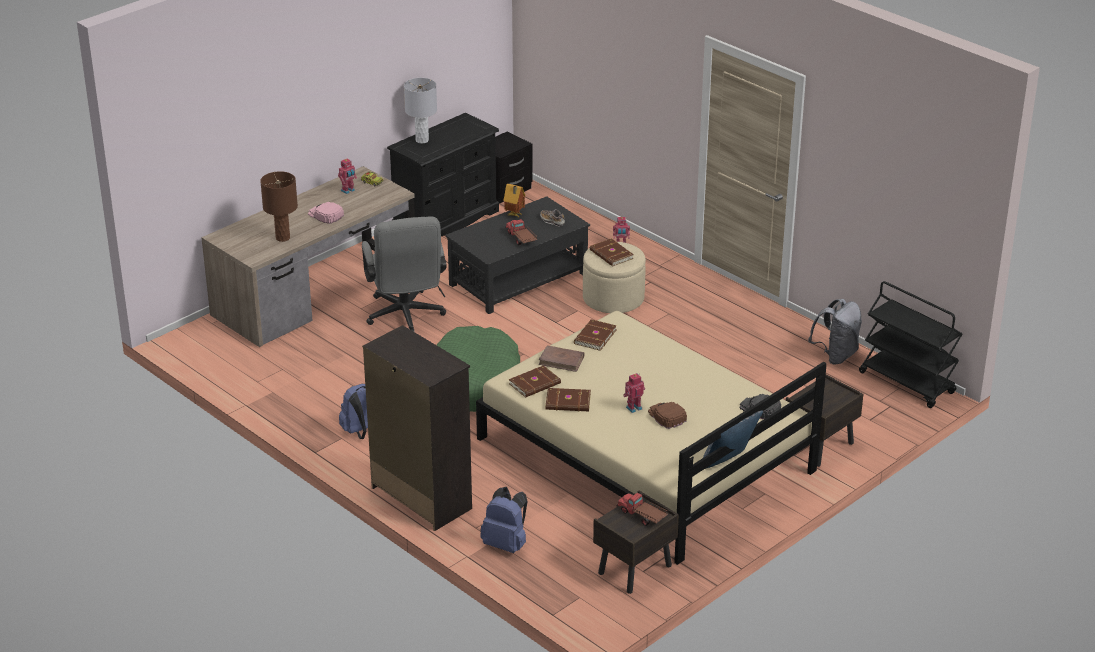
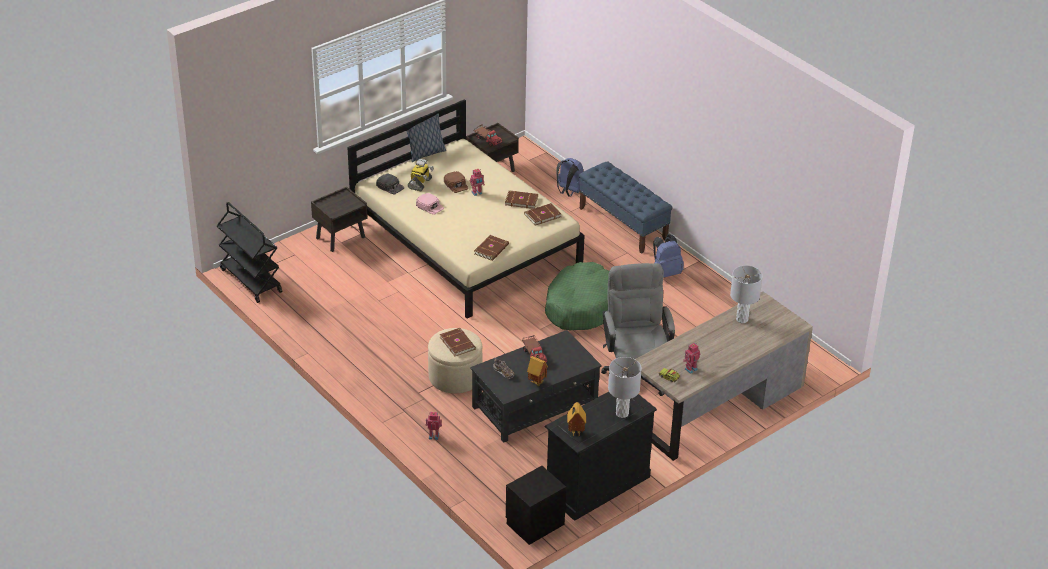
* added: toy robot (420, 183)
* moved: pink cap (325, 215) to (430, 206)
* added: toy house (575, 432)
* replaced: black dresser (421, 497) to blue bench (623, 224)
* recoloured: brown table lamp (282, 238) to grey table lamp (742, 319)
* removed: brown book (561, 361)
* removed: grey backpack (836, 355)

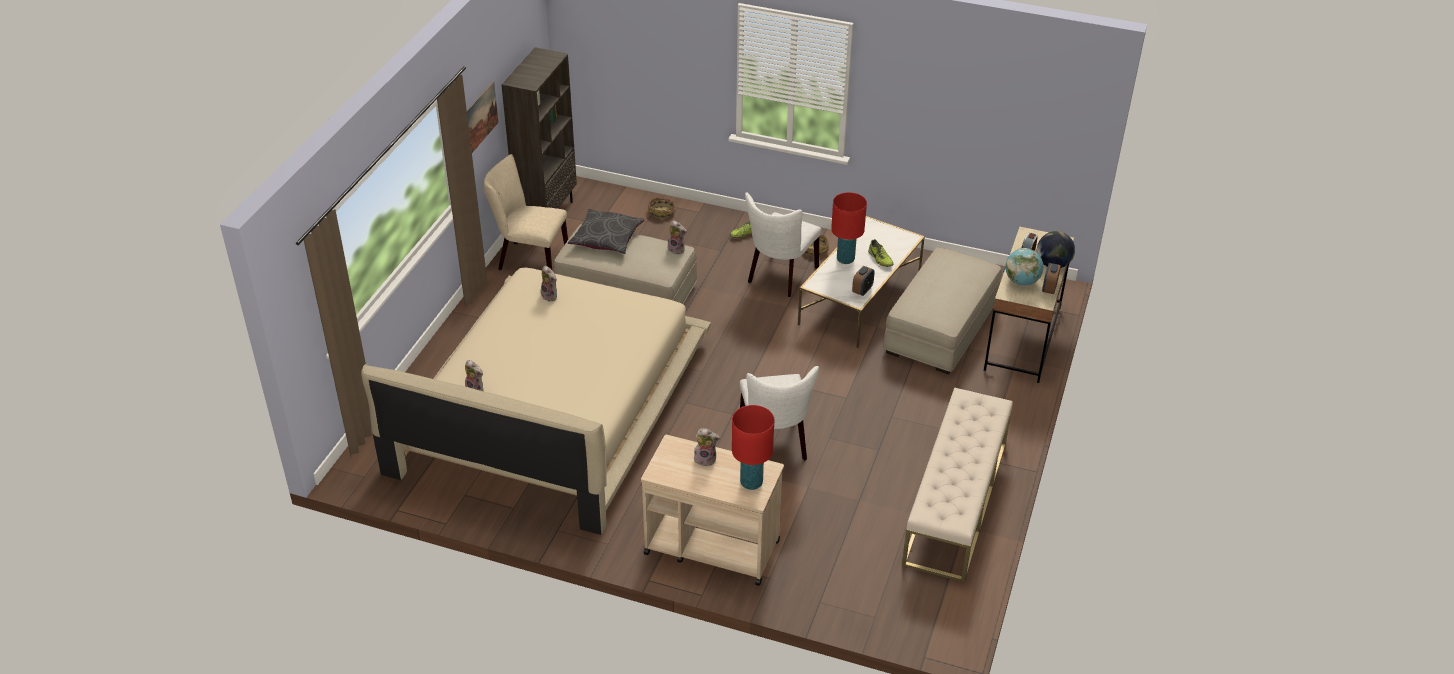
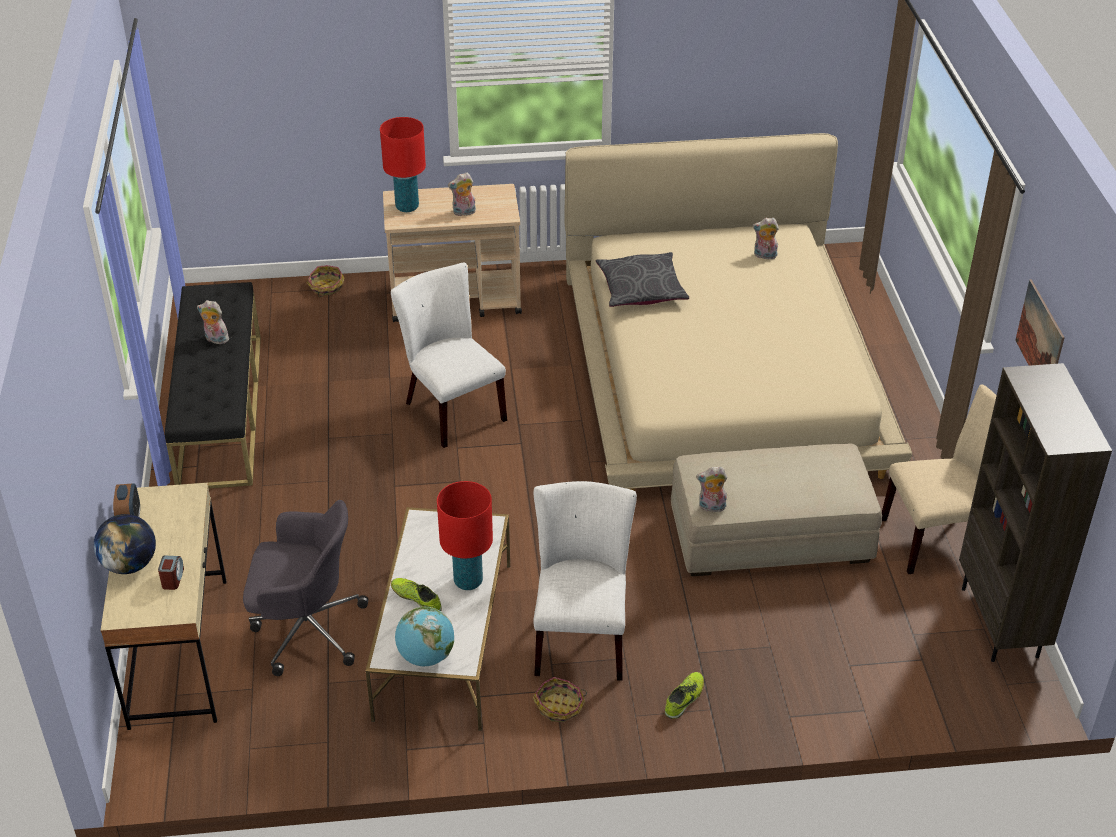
* recoloured: beige bench (955, 503) to black bench (220, 409)
* moved: plush toy (550, 296) to (215, 340)
* replaced: beige ottoman (940, 328) to grey office chair (306, 629)
* moved: basket (662, 212) to (326, 287)
* moved: globe (1021, 281) to (426, 657)
* moved: grey pillow (606, 238) to (641, 289)
* removed: alarm clock (862, 290)

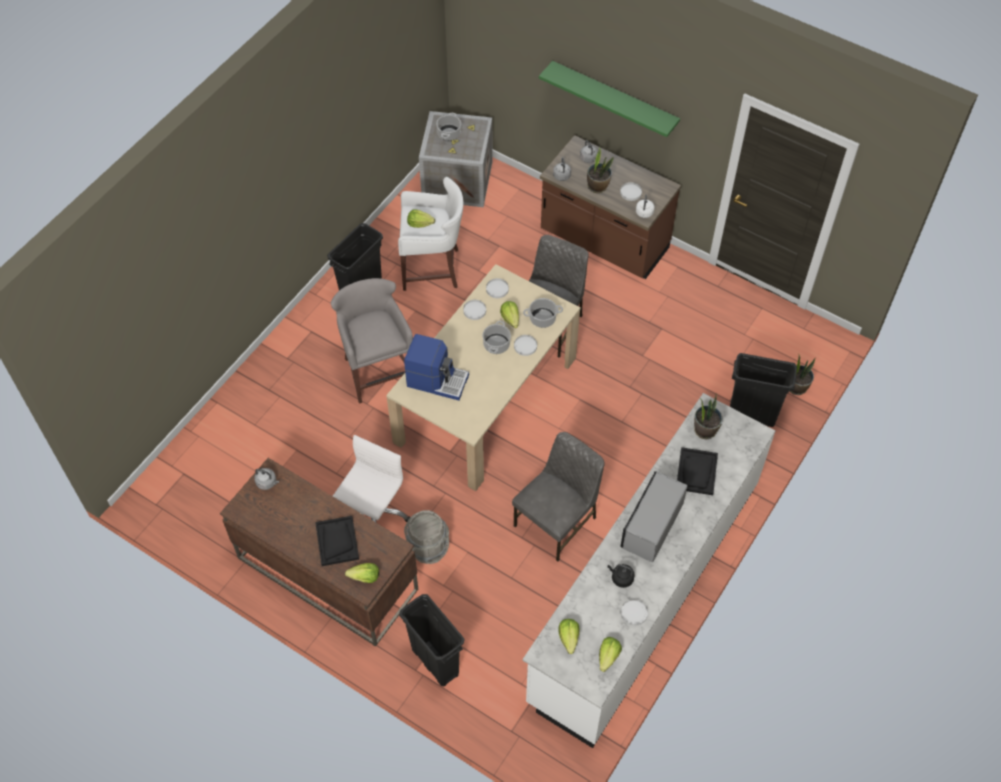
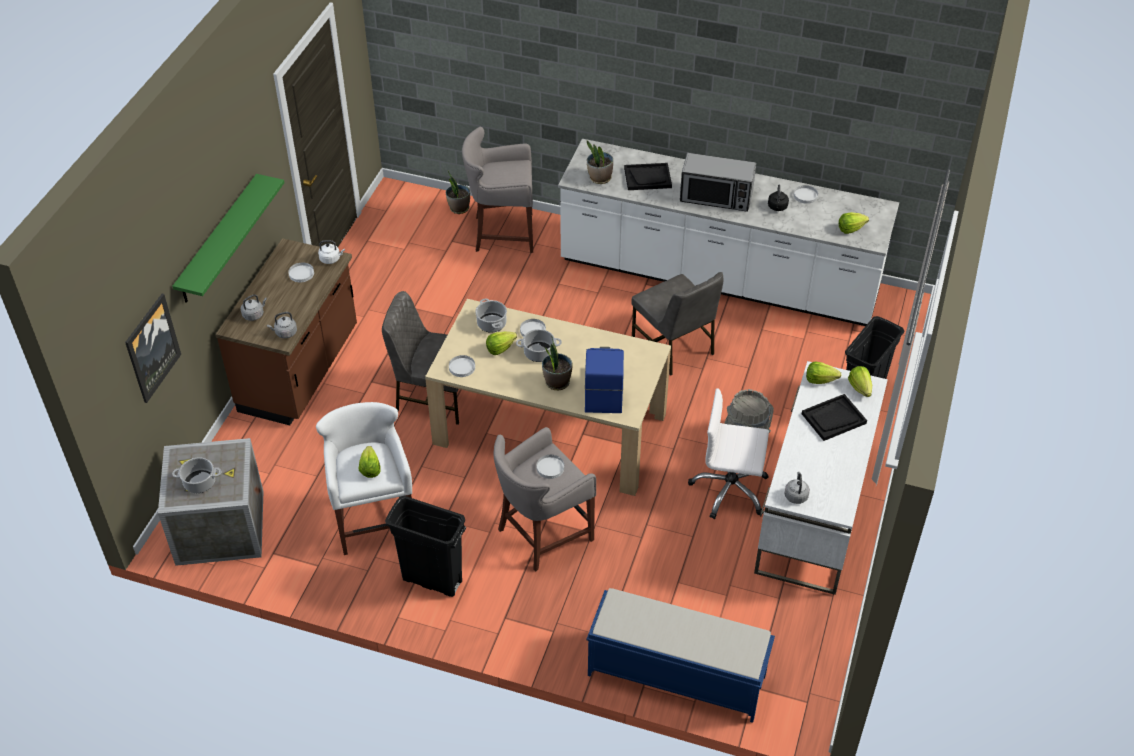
* added: picture (151, 348)
* replaced: black trash can (752, 415) to grey stool (502, 233)
* moved: white plate (475, 310) to (550, 467)
* moved: potted plant (598, 186) to (557, 382)
* added: blue bench (675, 674)
* turned: grey chair (557, 522) = (674, 346) 150 degrees counterclockwise
* recoloured: brown desk (327, 573) to white desk (813, 511)
* moved: lettuce (608, 656) to (820, 380)

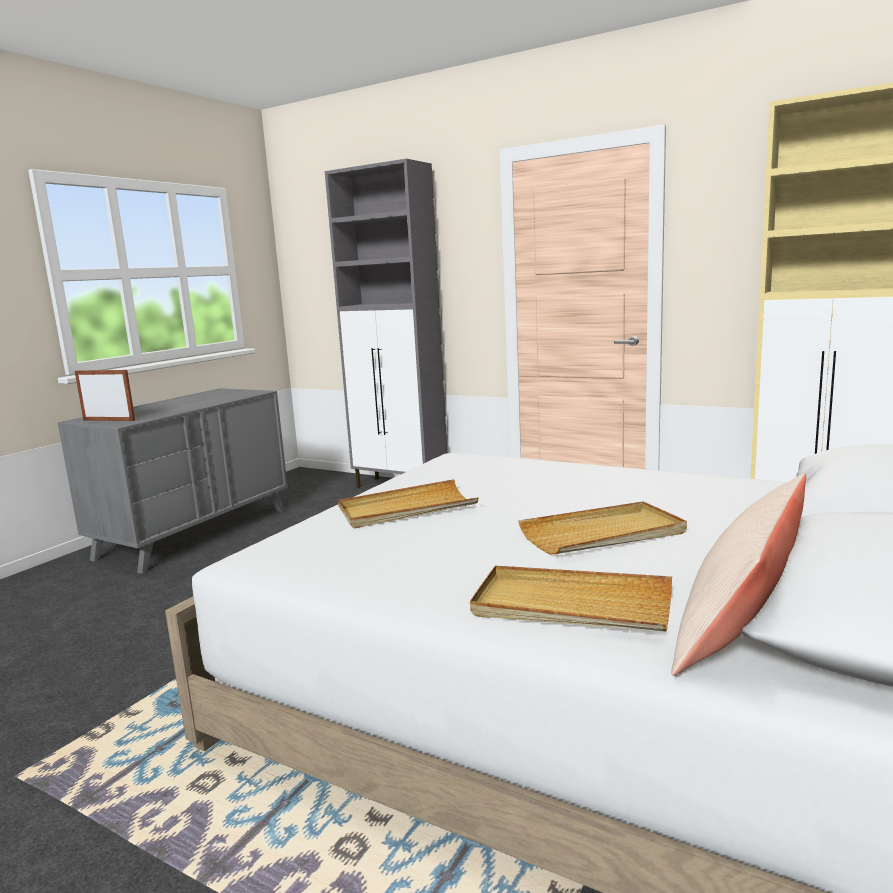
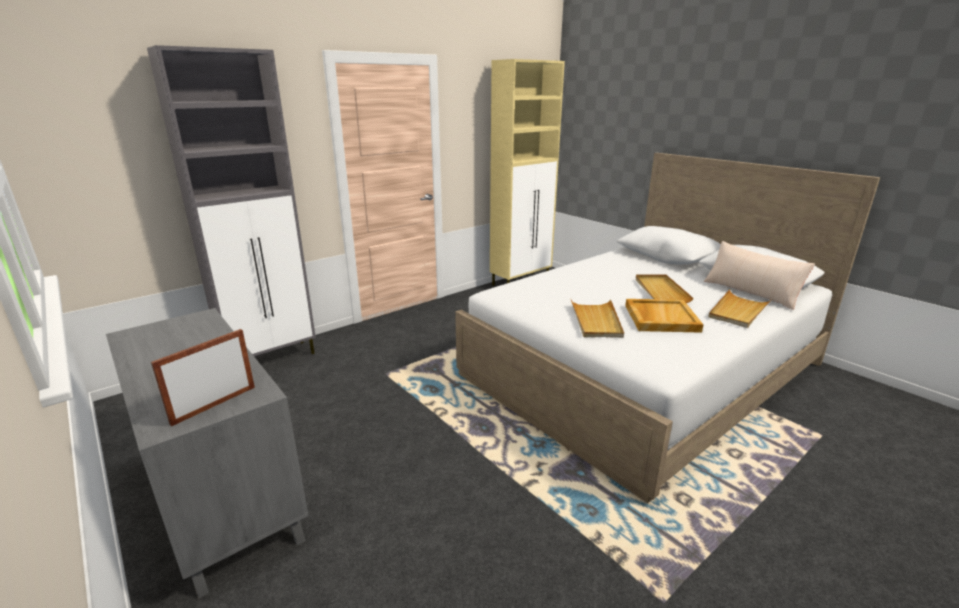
* added: beige tray (660, 318)

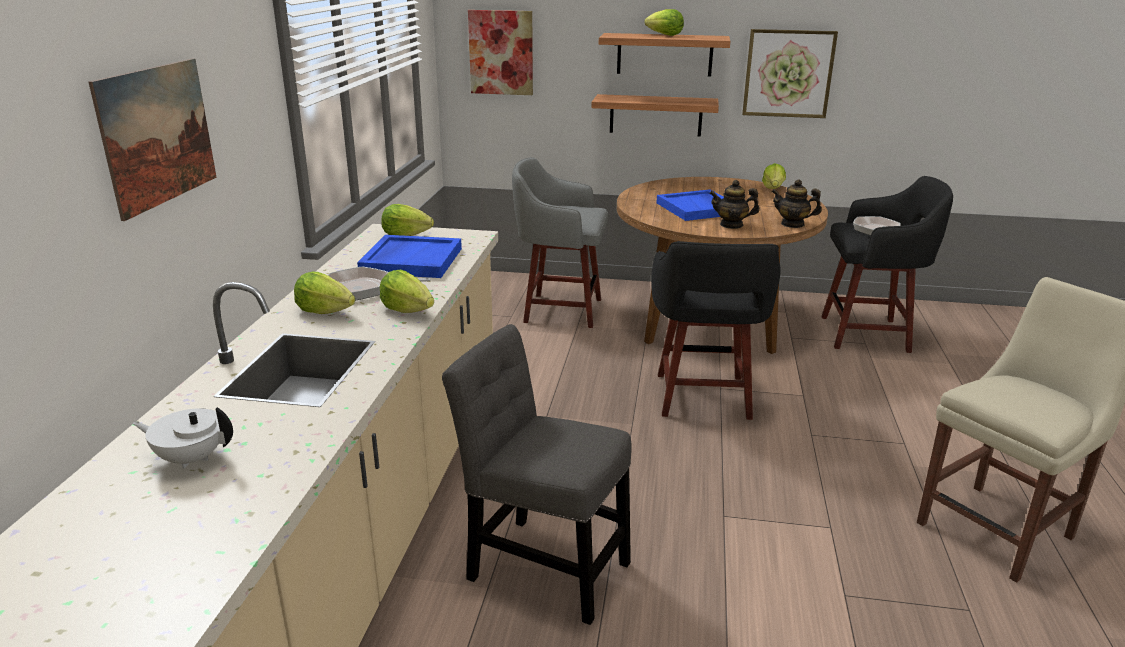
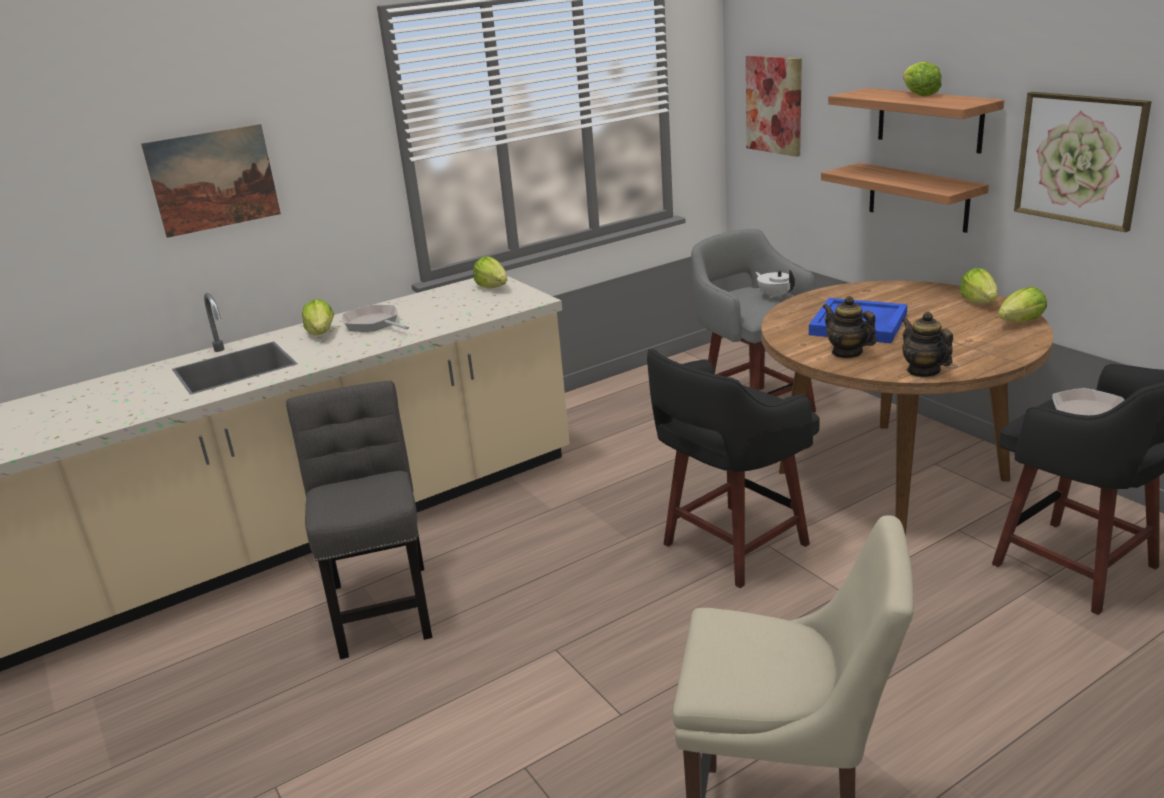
* moved: white teapot (191, 458) to (775, 296)
* moved: lettuce (407, 310) to (979, 302)
* removed: blue tray (411, 260)

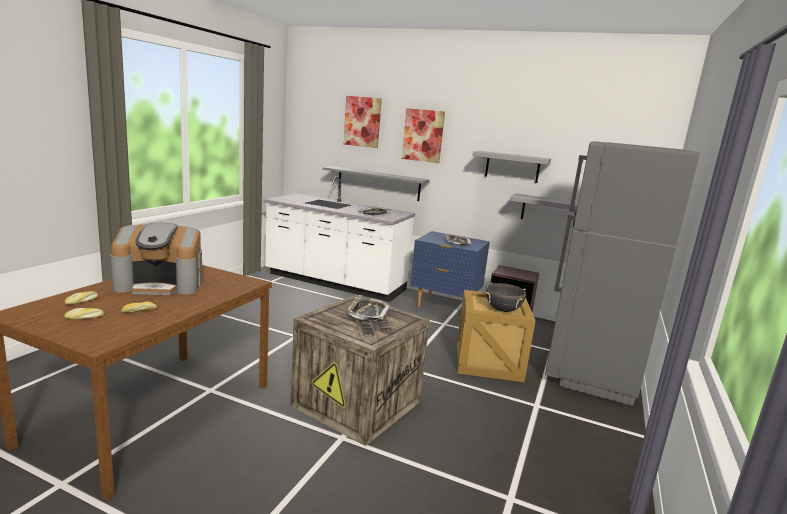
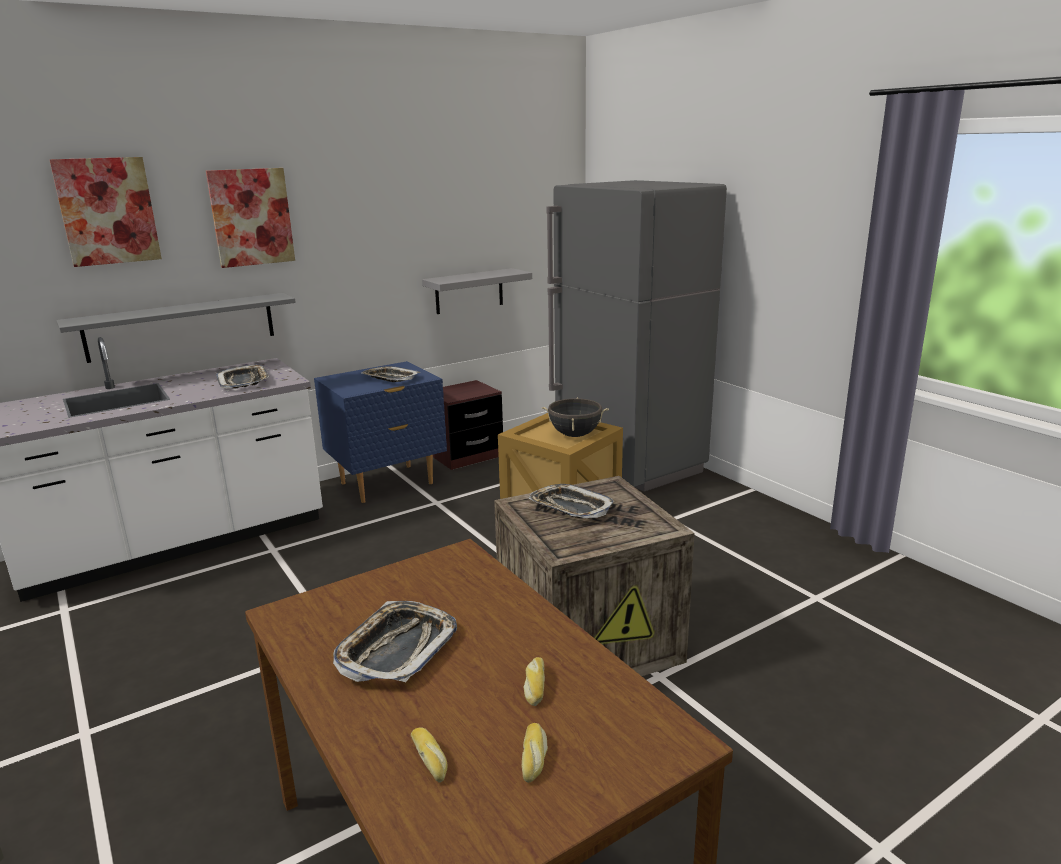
* replaced: coffee machine (161, 284) to tray (397, 648)
* removed: grey shelf (512, 167)

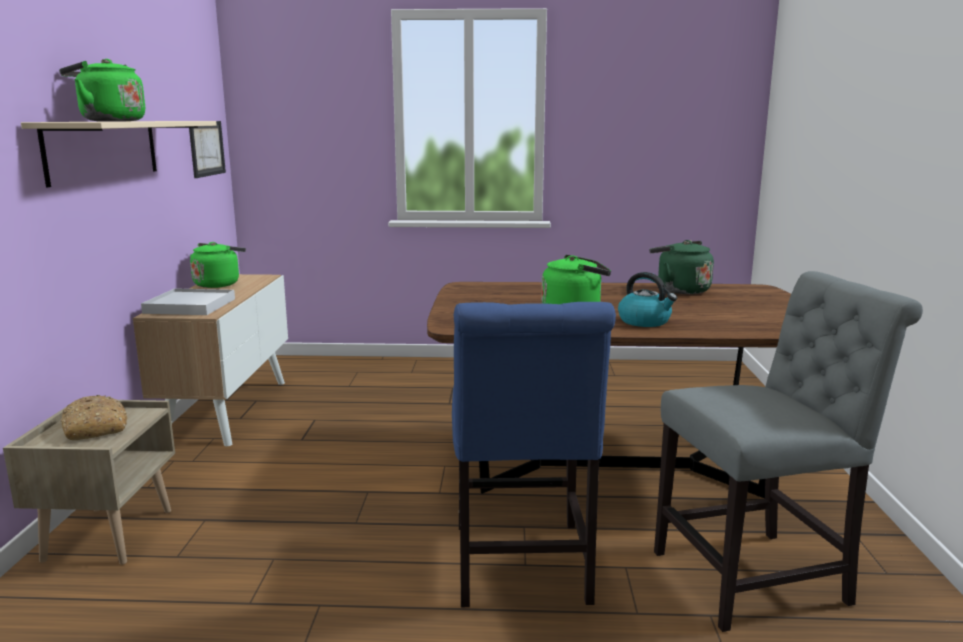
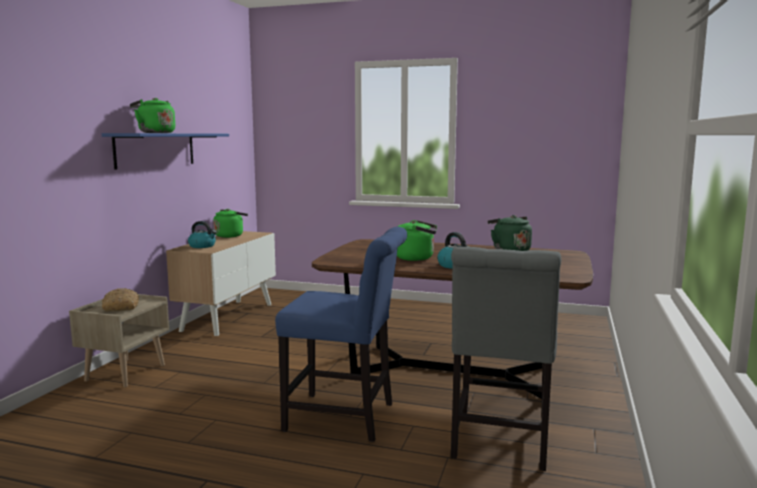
* recoloured: beige shelf (104, 150) to blue shelf (156, 149)
* replaced: white tray (190, 306) to kettle (202, 246)
* turned: blue chair (521, 569) = (346, 418) 90 degrees counterclockwise
* turned: grey chair (759, 577) = (499, 442) 105 degrees clockwise
* removed: picture (206, 148)

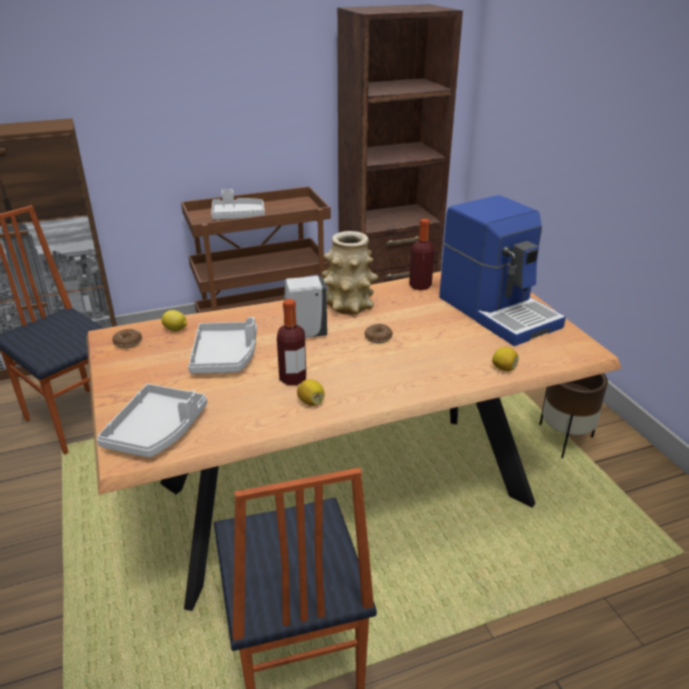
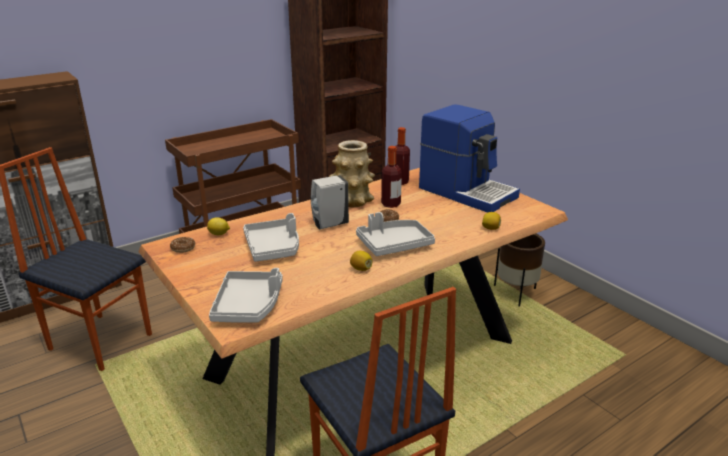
* moved: grey tray (238, 216) to (394, 245)
* moved: bottle (293, 378) to (391, 204)

